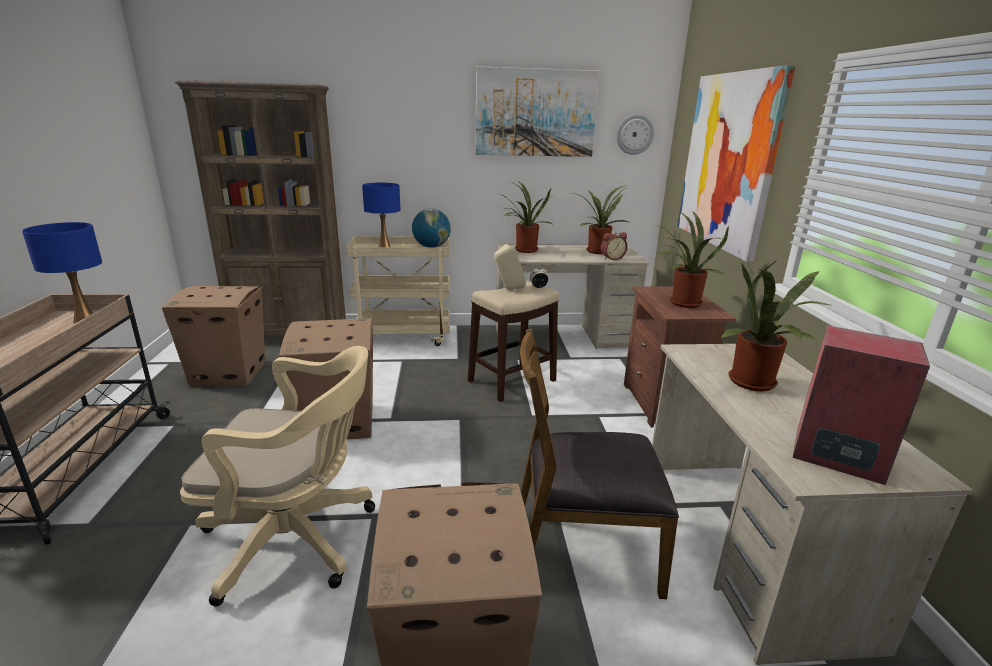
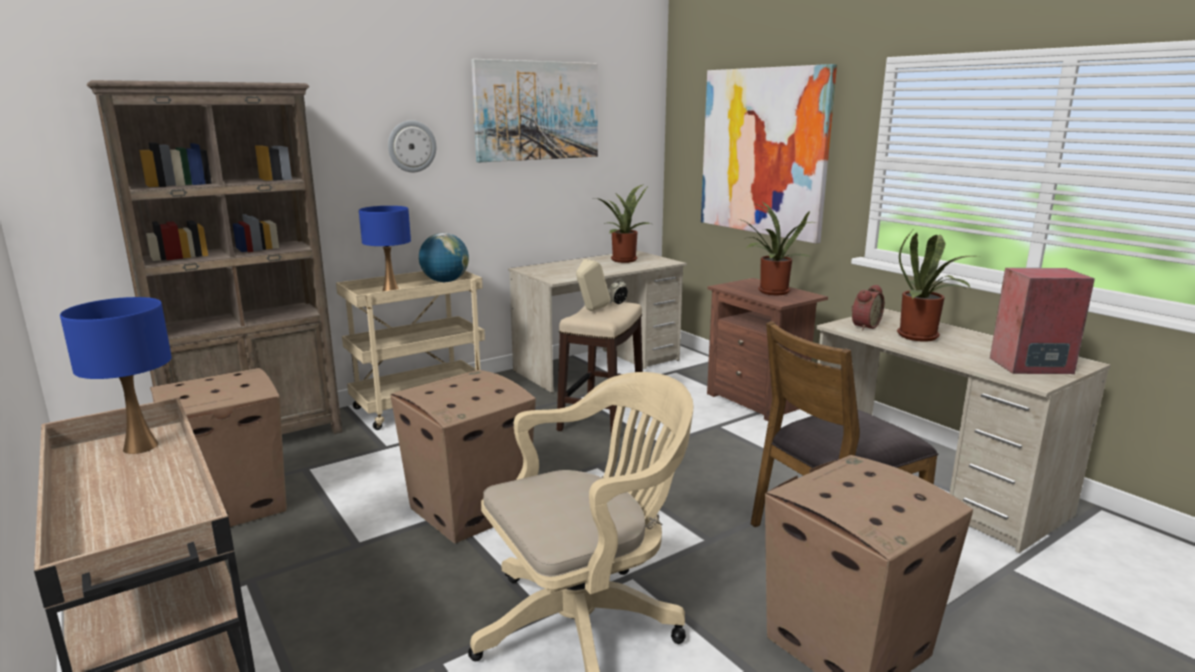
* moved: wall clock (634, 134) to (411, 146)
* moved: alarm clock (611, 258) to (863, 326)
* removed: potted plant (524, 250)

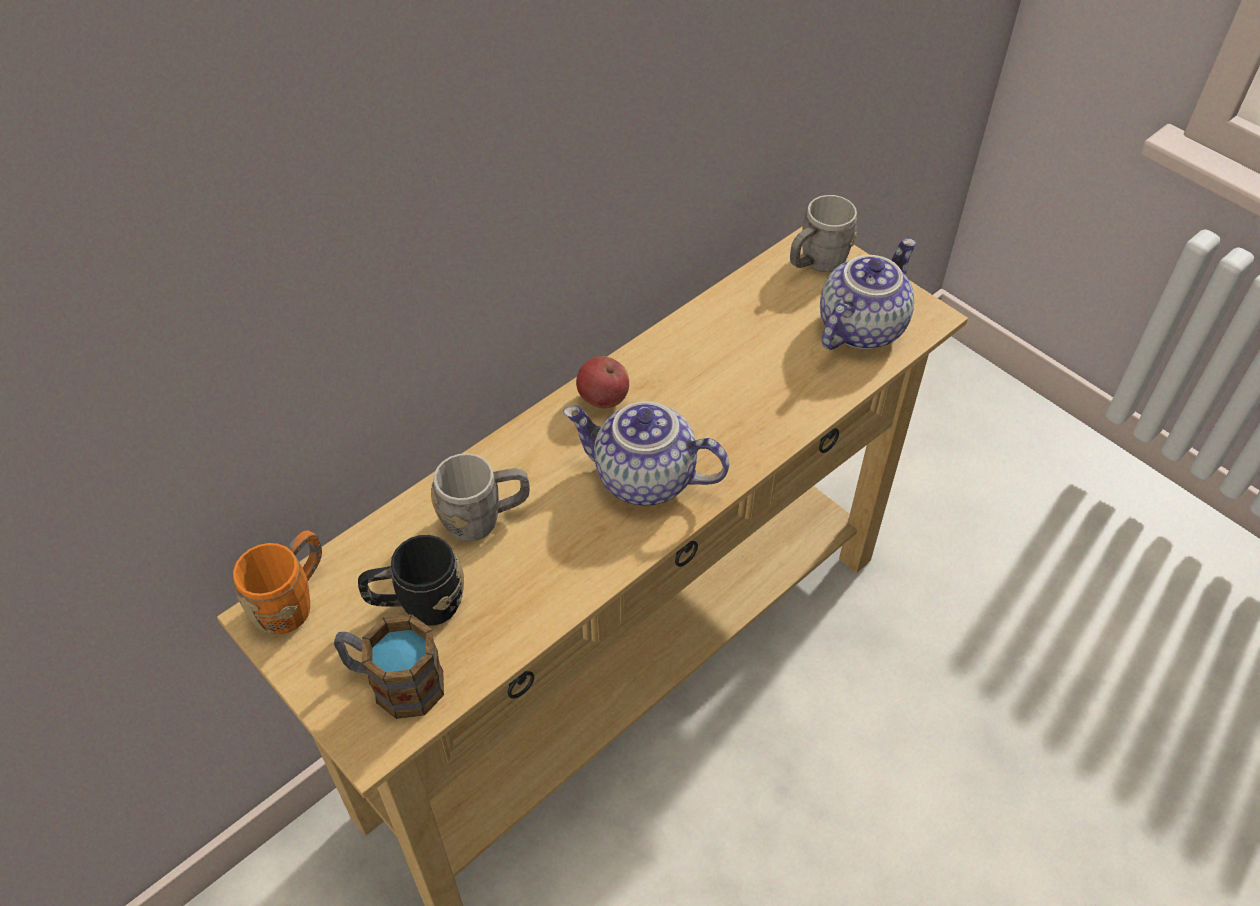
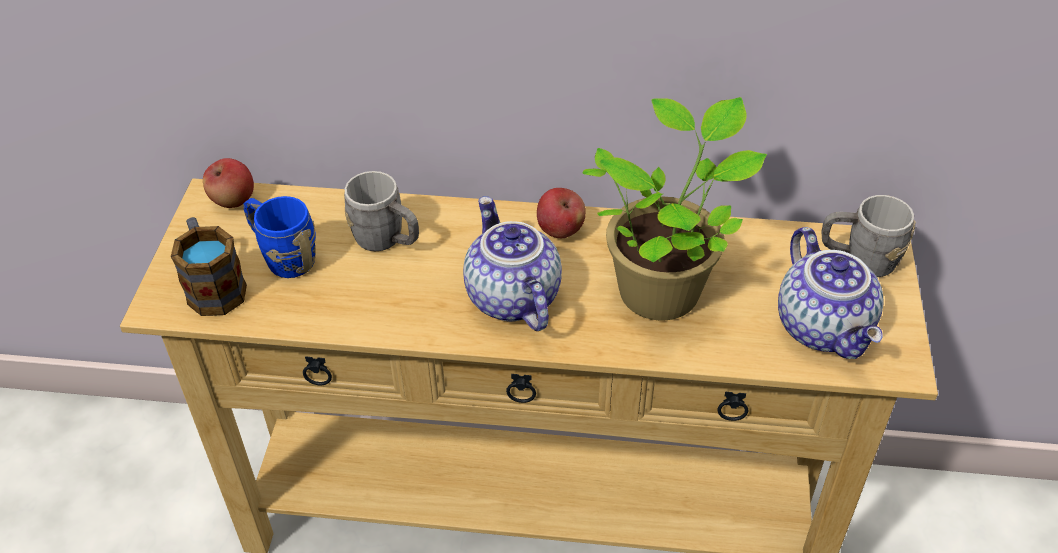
* replaced: orange mug (293, 601) to apple (233, 200)
* recoloured: black mug (418, 605) to blue mug (283, 257)
* added: potted plant (663, 288)
* turned: teapot (859, 326) = (825, 328) 75 degrees clockwise

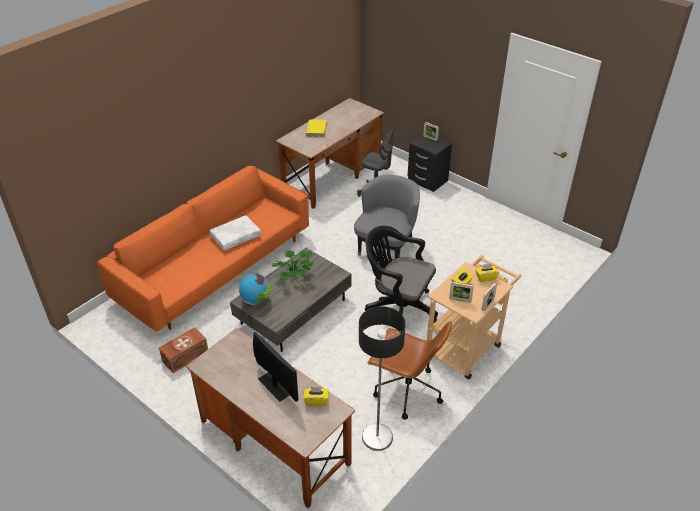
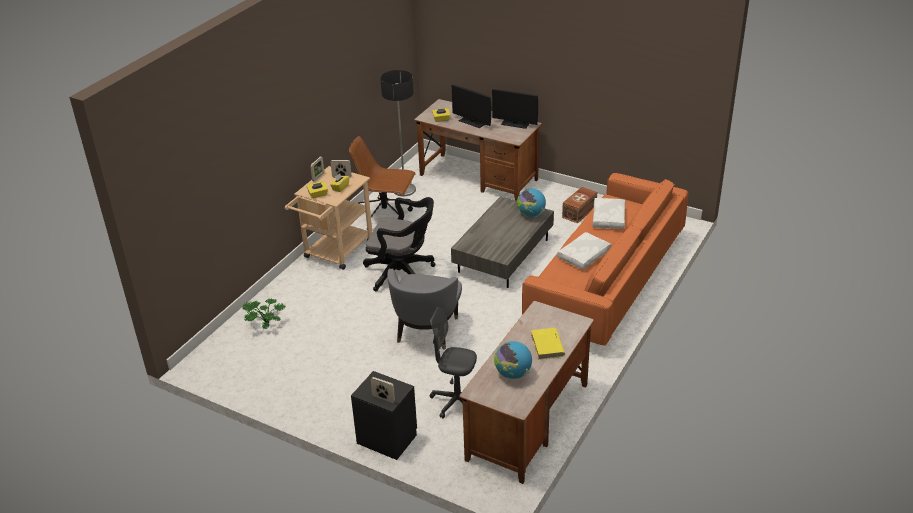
* moved: potted plant (295, 277) to (265, 324)
* added: monitor (515, 123)
* added: globe (513, 374)
* added: white pillow (609, 218)

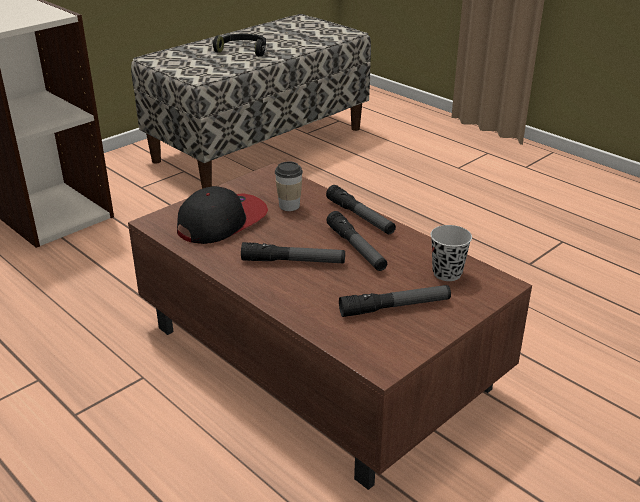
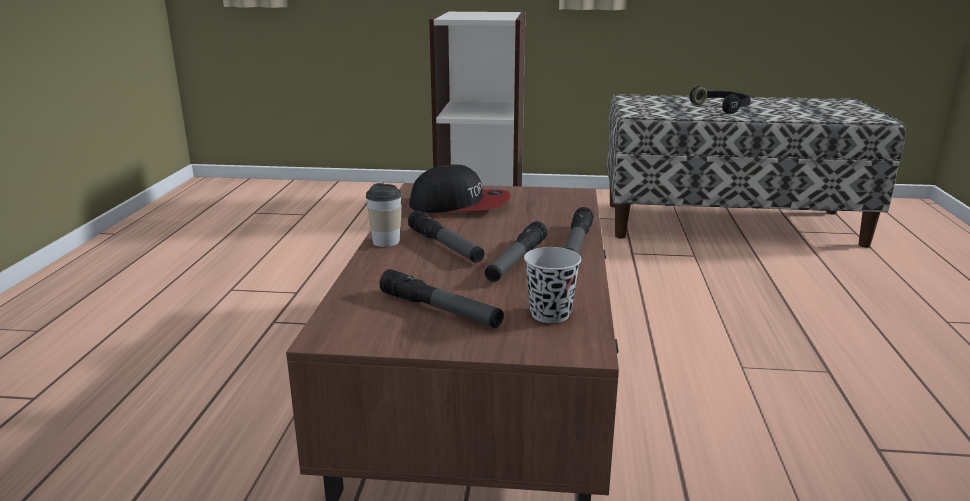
* moved: cup (289, 206) to (386, 242)

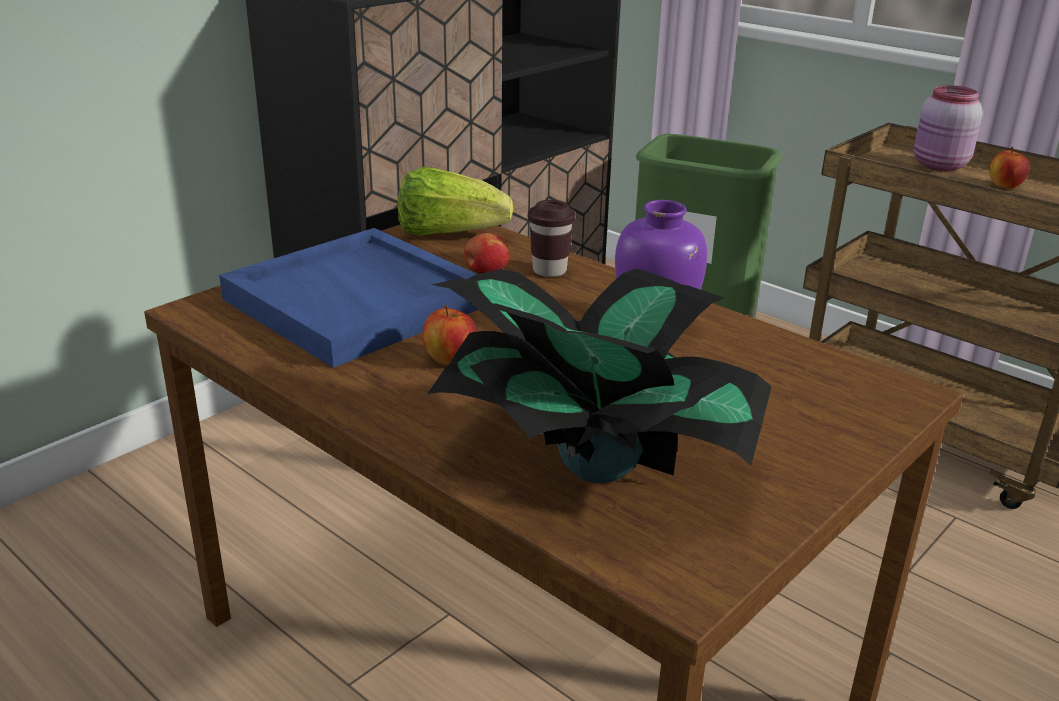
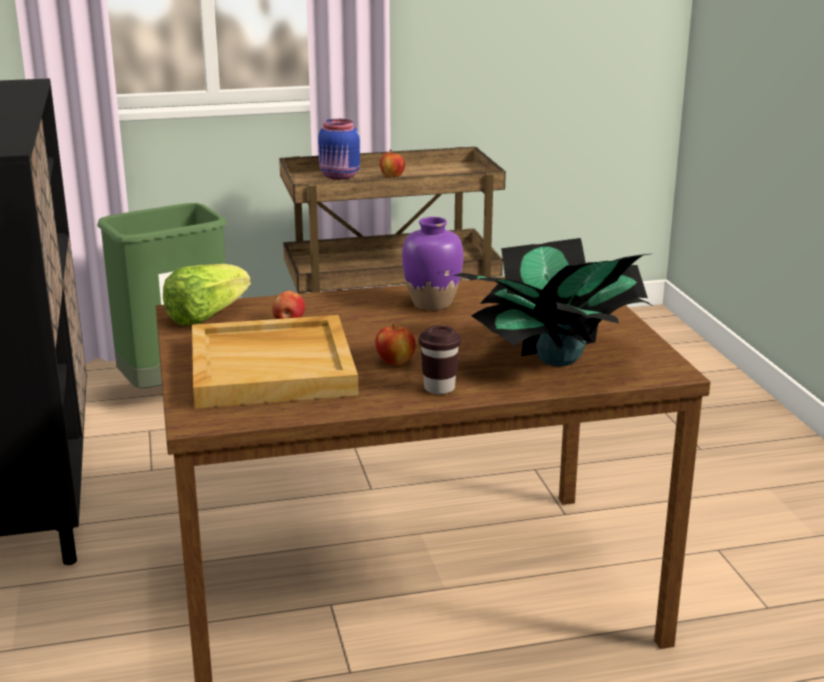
* recoloured: blue tray (359, 302) to beige tray (273, 367)
* recoloured: pink jar (939, 166) to blue jar (340, 176)
* moved: brown cup (549, 271) to (439, 388)

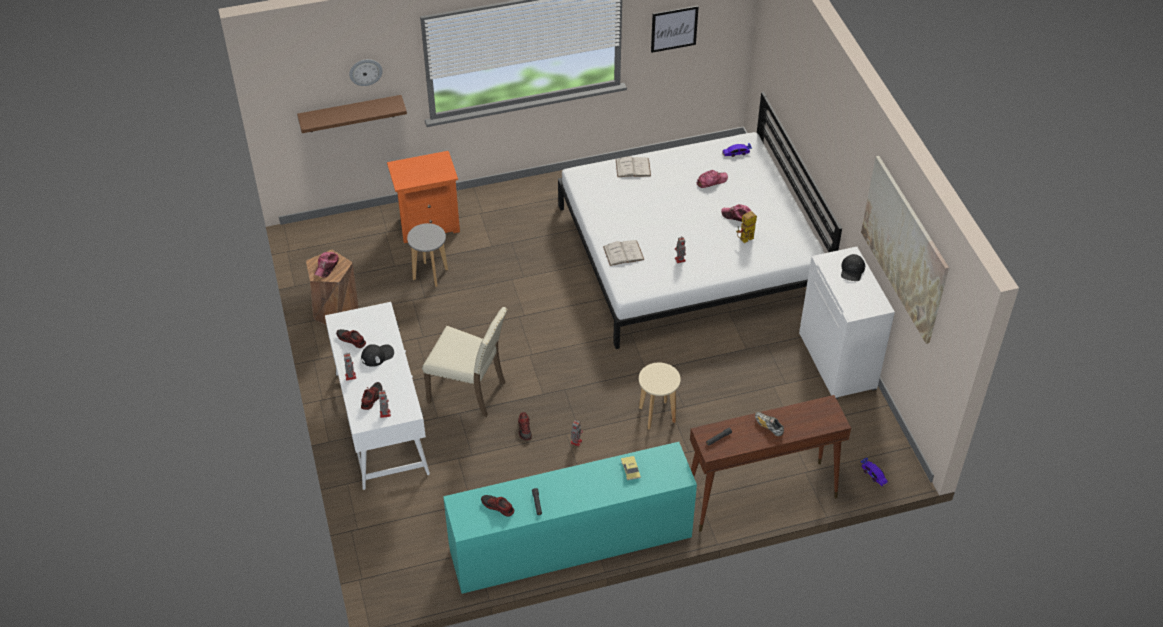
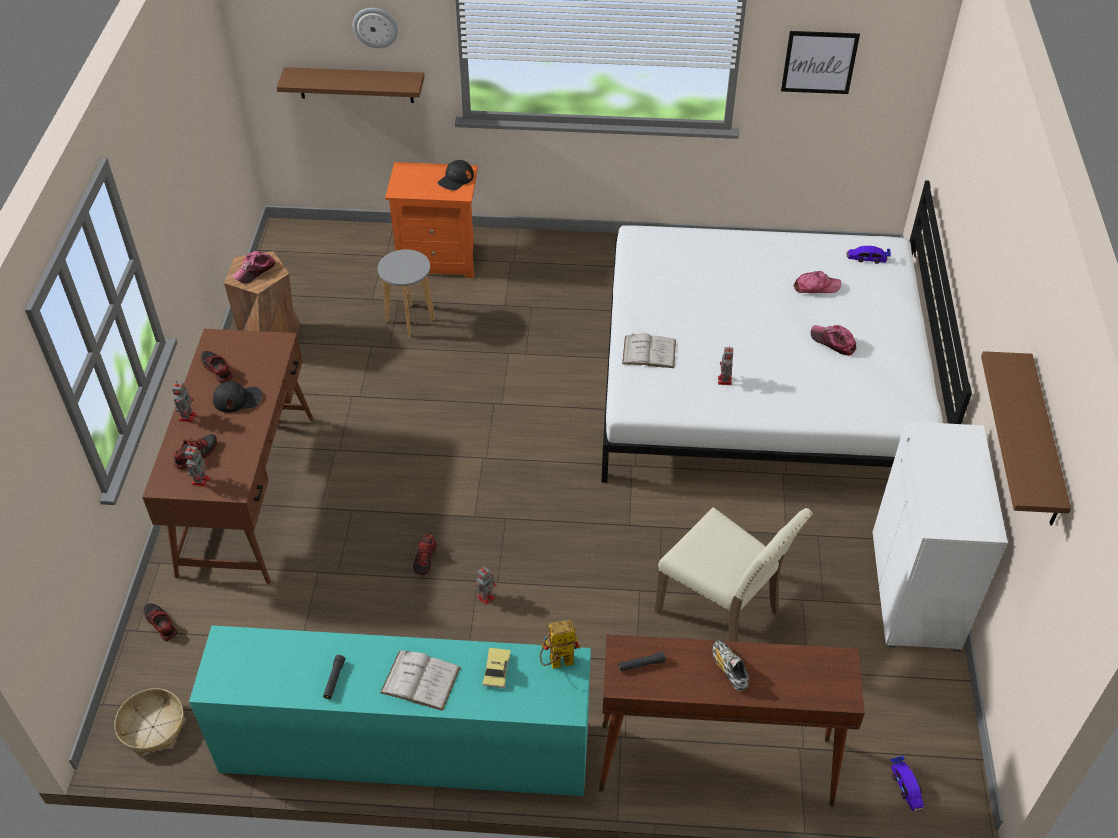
* added: basket (152, 727)
* recoloured: white desk (382, 422) to brown desk (248, 493)
* moved: shoe (497, 507) to (160, 624)
* moved: white book (633, 168) to (420, 680)
* moved: black cap (852, 270) to (456, 179)
* moved: toy robot (745, 240) to (556, 663)
* moved: beige chair (469, 391) to (721, 612)
* replaced: picture (904, 248) to brown shelf (1043, 443)
* removed: beige stool (657, 415)

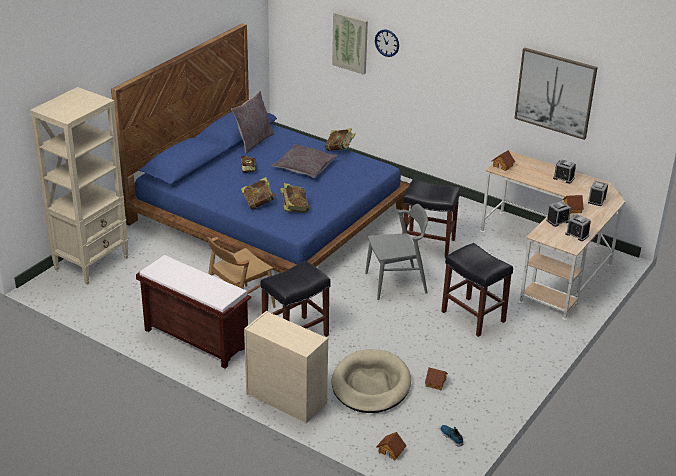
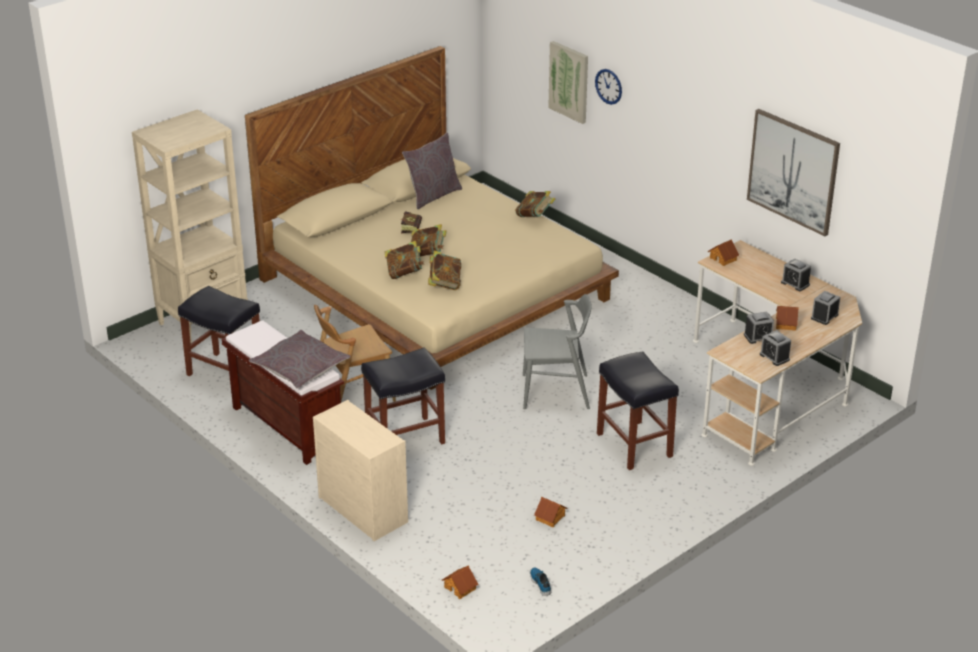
* moved: black stool (429, 244) to (226, 373)
* recoloured: blue bed (269, 215) to beige bed (436, 289)
* moved: grey pillow (304, 167) to (300, 367)
* added: book (427, 254)
* removed: beige dog bed (370, 385)

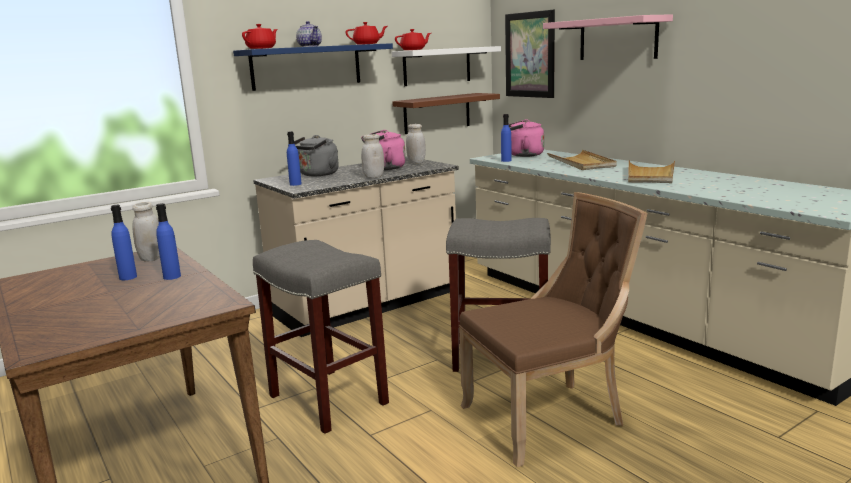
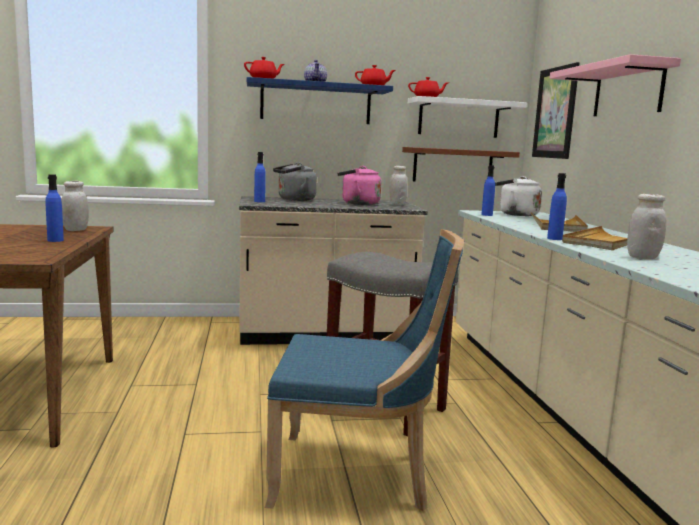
* recoloured: brown chair (549, 417) to blue chair (357, 475)
* recoloured: pink kettle (523, 155) to white kettle (515, 214)
* moved: blue bottle (128, 277) to (554, 239)
* moved: white jar (373, 176) to (642, 257)
* removed: grey stool (329, 400)

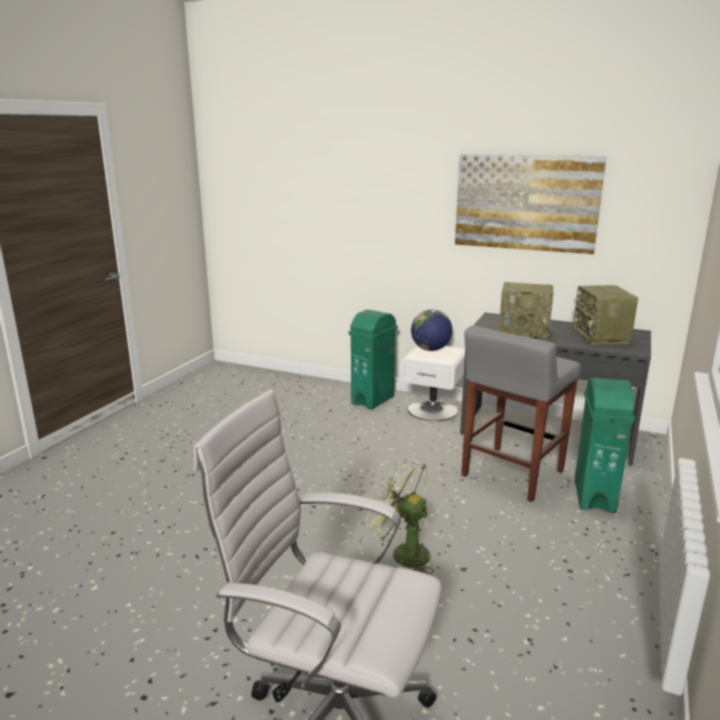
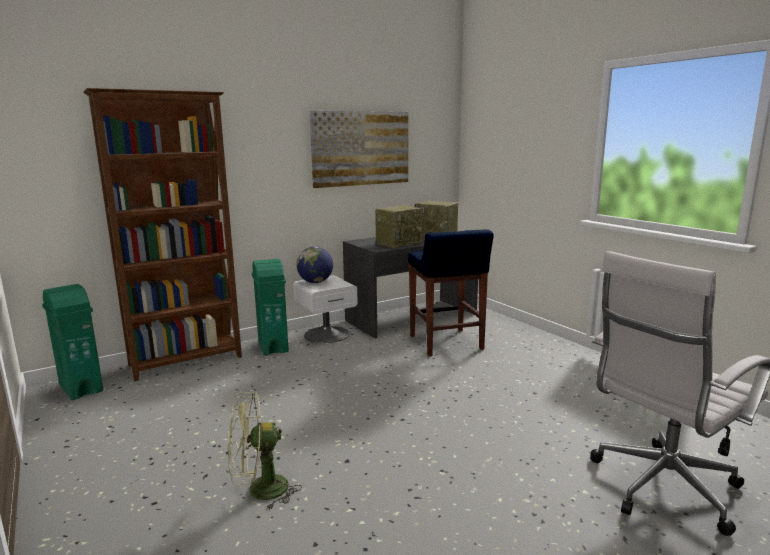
* moved: green trash can (595, 496) to (81, 388)
* added: brown bookcase (187, 361)
* moved: green fan (402, 553) to (259, 491)
* recoloured: grey stool (511, 474) to blue stool (446, 343)

